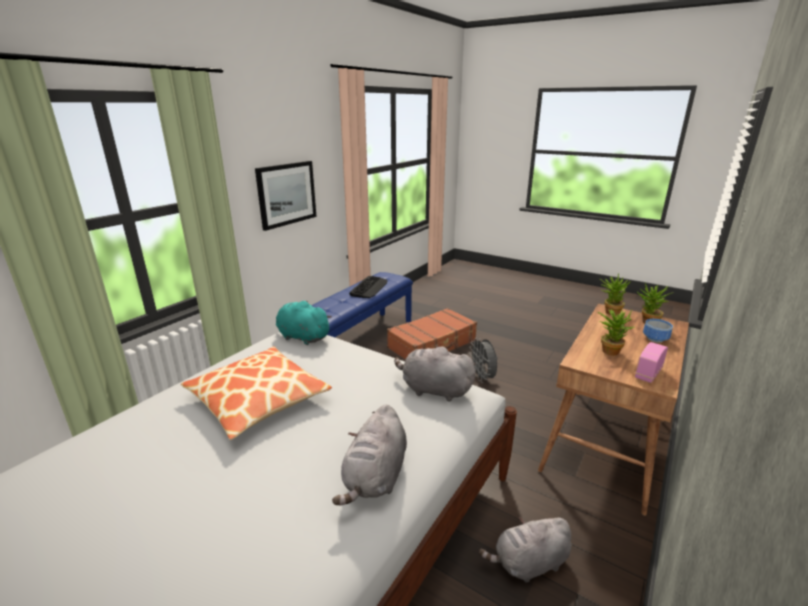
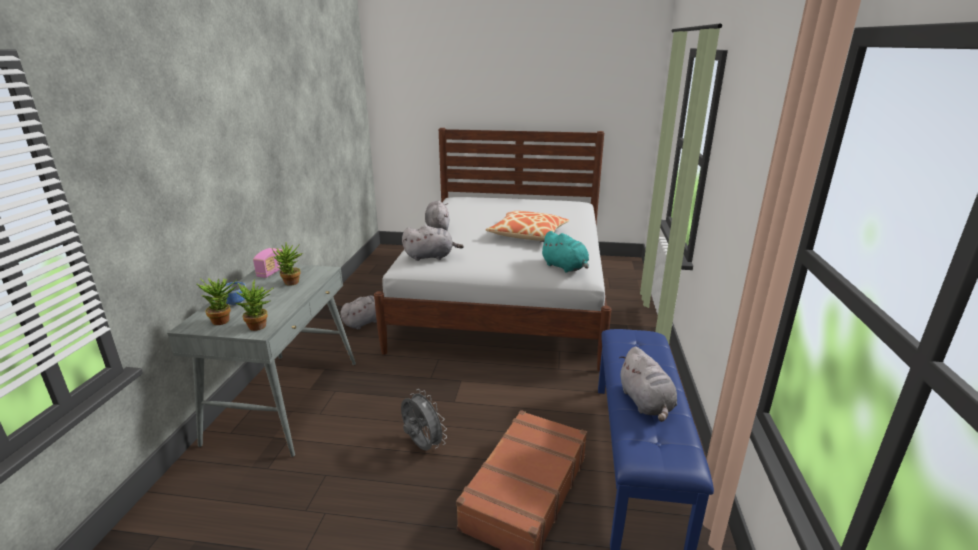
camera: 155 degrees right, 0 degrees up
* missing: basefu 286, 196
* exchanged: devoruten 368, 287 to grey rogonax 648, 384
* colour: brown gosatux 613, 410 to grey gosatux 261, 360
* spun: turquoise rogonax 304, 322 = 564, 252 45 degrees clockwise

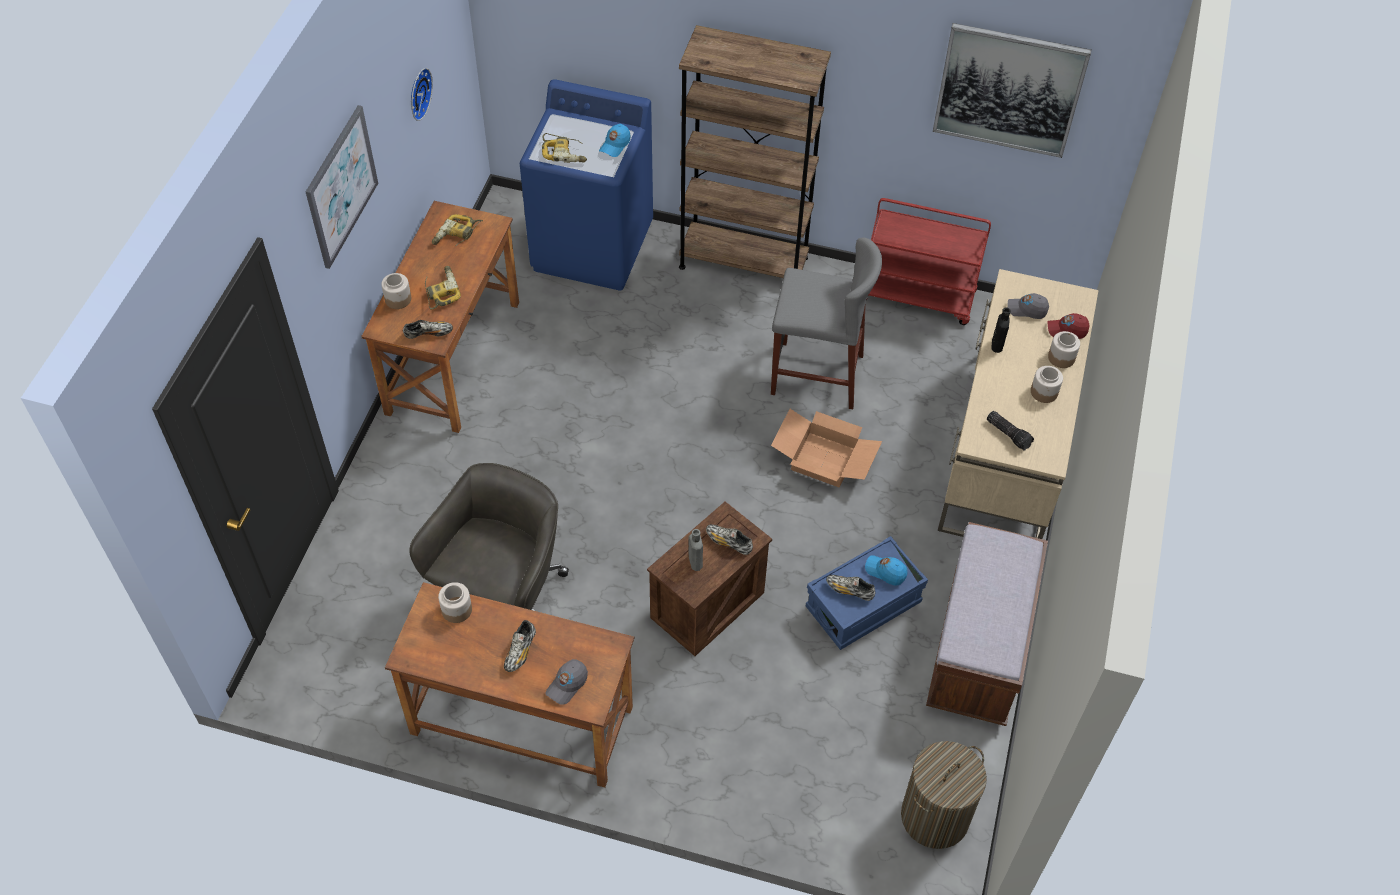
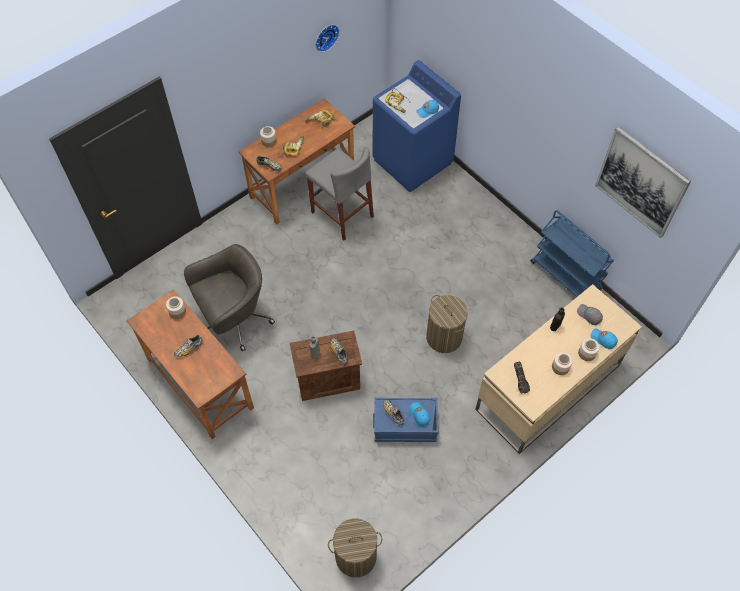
camera: 35 degrees right, 5 degrees up
* missing: basefu 342, 187
* missing: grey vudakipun 567, 682
* missing: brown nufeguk 755, 151
* missing: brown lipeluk 987, 624
* relocated: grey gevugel 826, 323 to 340, 193
* exchanged: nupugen 826, 448 to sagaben 446, 324
* colour: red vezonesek 930, 261 to blue vezonesek 572, 253
* colour: red vudakipun 1069, 326 to blue vudakipun 604, 338

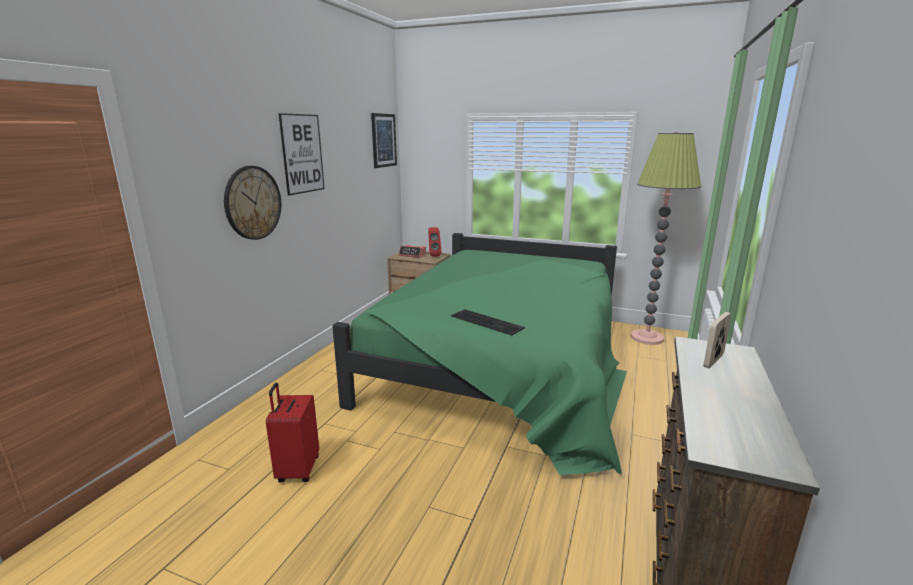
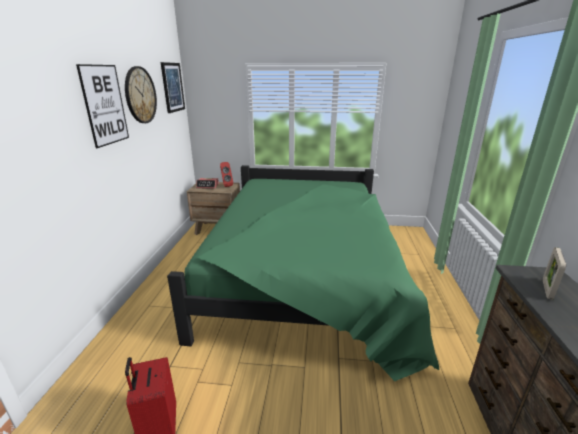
camera: 15 degrees left, 5 degrees up
* missing: devoruten 488, 322
* missing: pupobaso 666, 238
* relocated: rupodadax 252, 203 to 141, 94

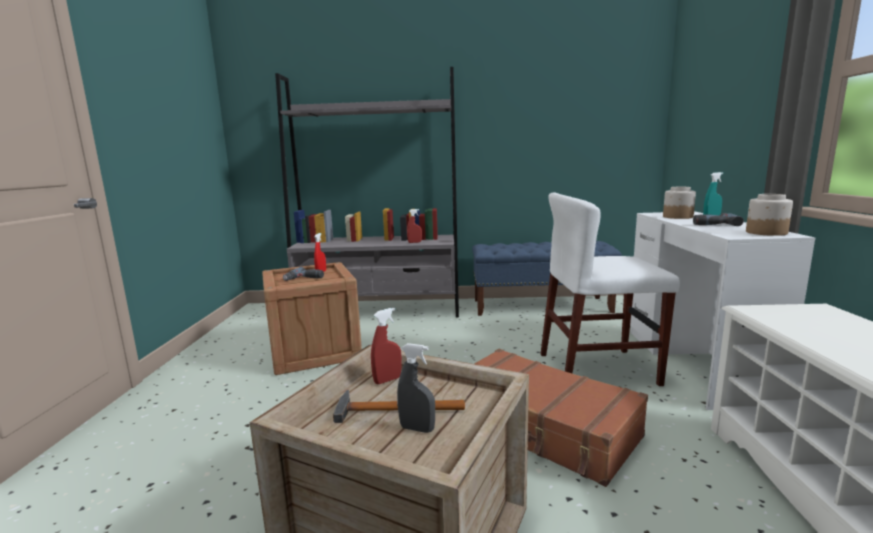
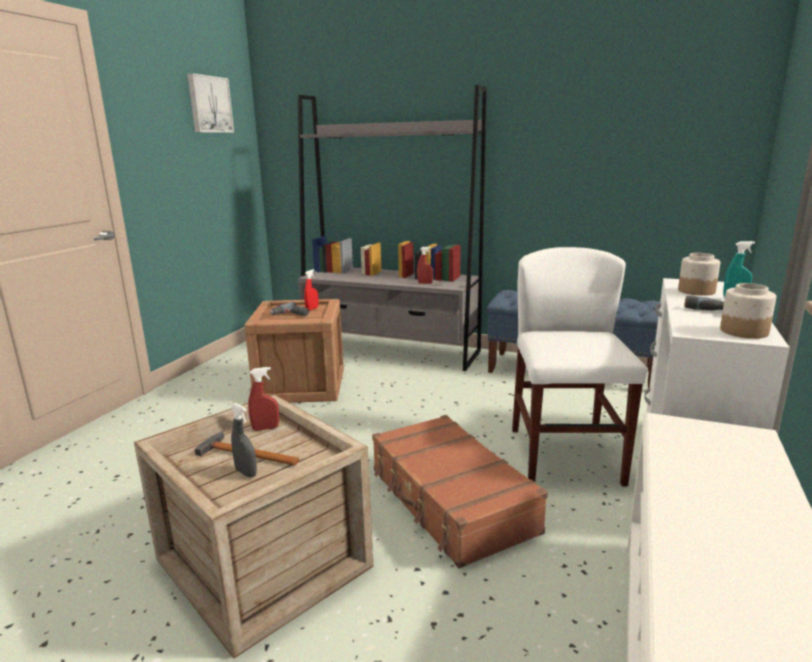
camera: 20 degrees right, 5 degrees up
* appeared: basefu 210, 103
* spun: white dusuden 610, 289 = 579, 366 75 degrees clockwise

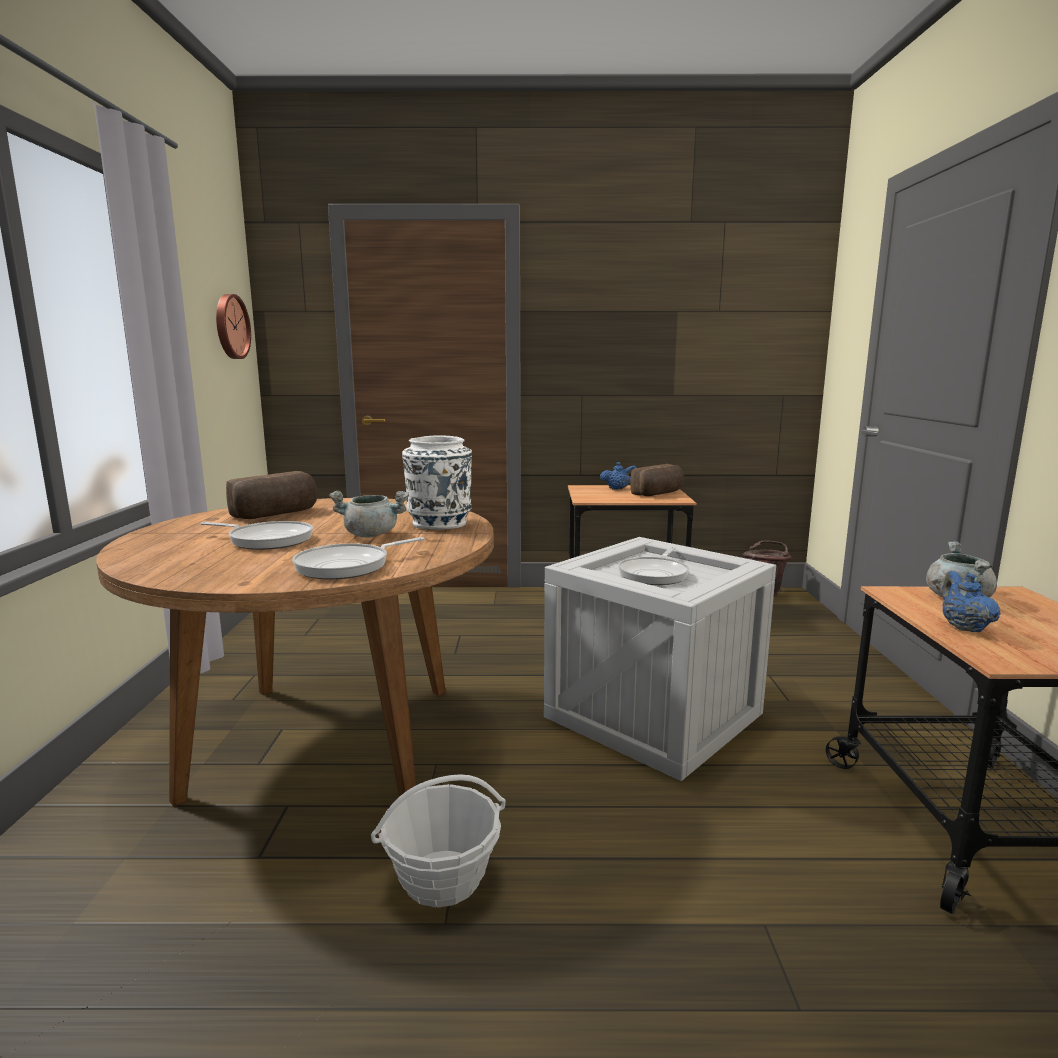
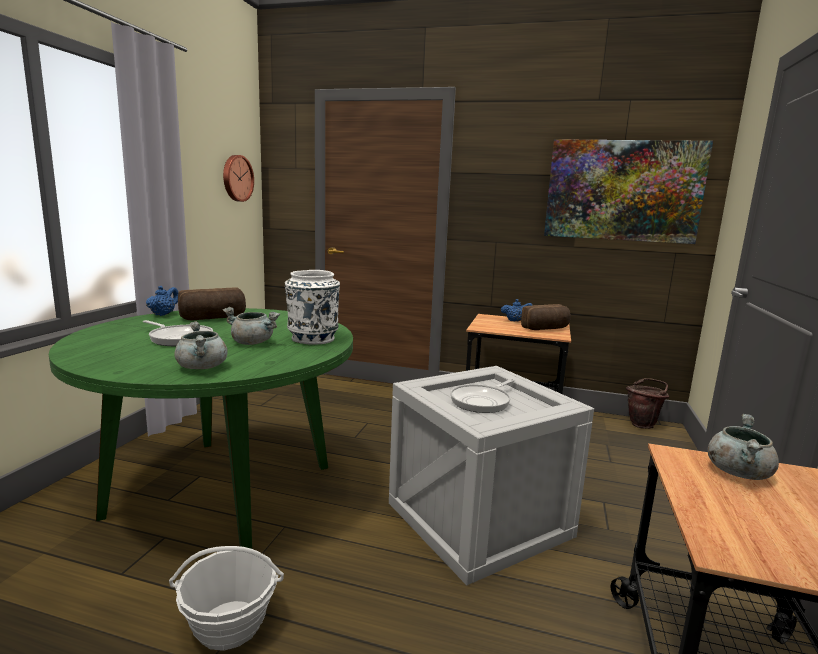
camera: 15 degrees right, 0 degrees up
* appeared: basefu 628, 191
* relocated: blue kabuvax 971, 601 to 162, 301
* exchanged: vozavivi 358, 558 to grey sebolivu 201, 345
* colour: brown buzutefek 295, 652 to green buzutefek 201, 428

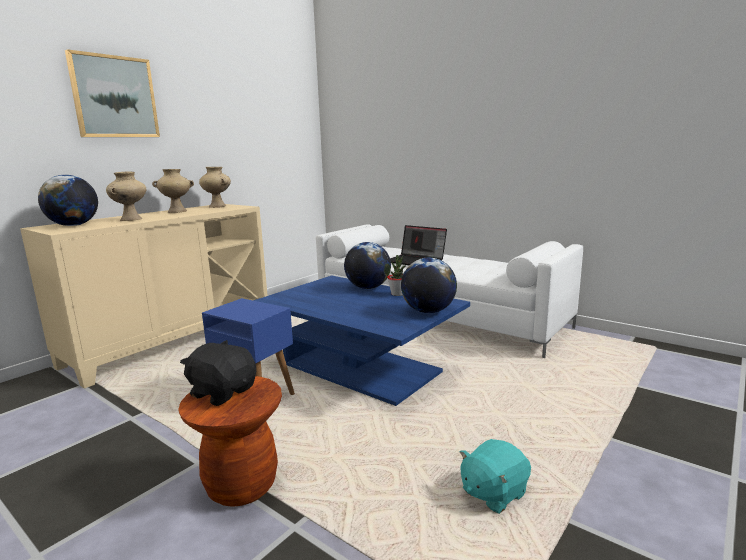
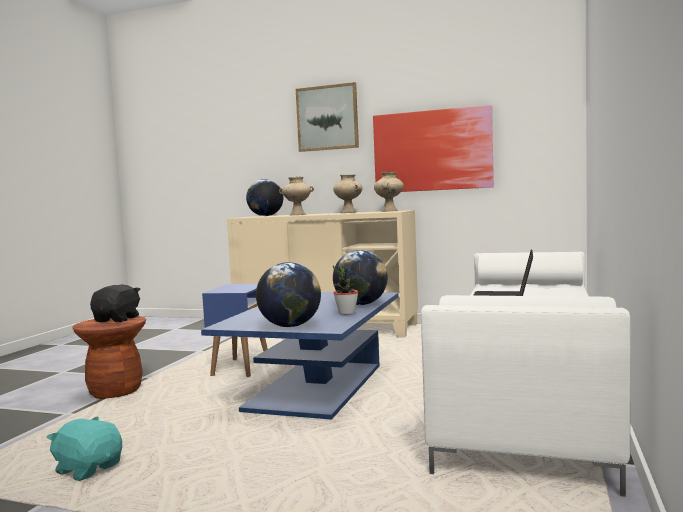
camera: 70 degrees right, 10 degrees down
* appeared: basefu 433, 148

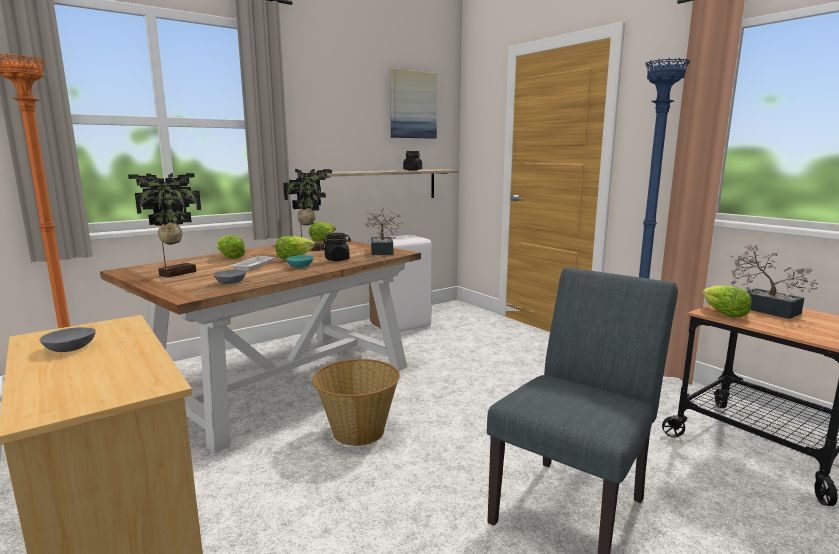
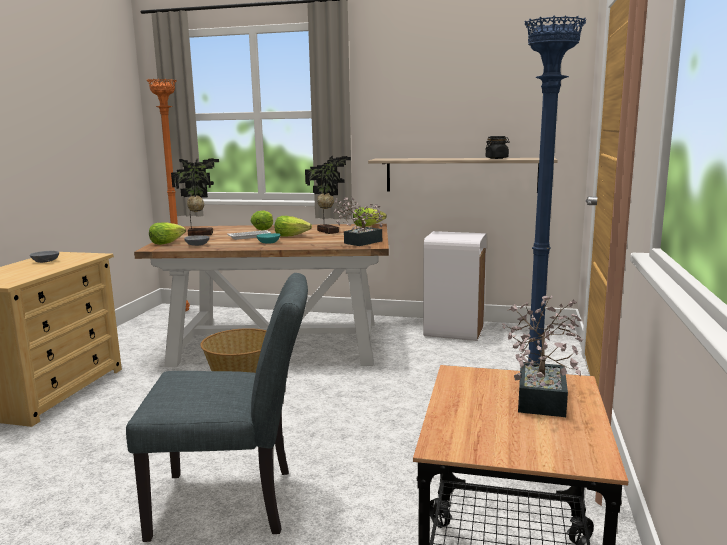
camera: 50 degrees right, 0 degrees up
* missing: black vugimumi 336, 247
* missing: basefu 413, 103
* relocated: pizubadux 727, 301 to 167, 233

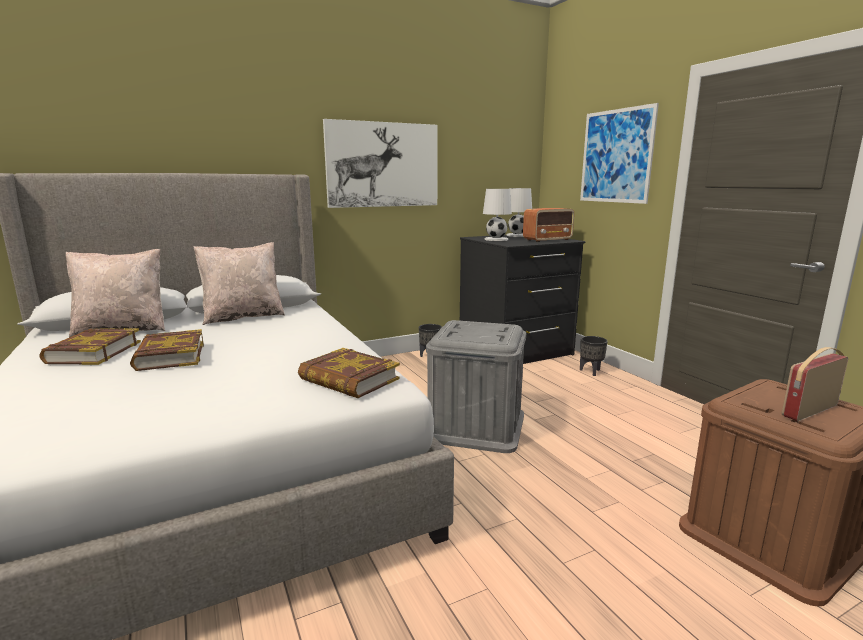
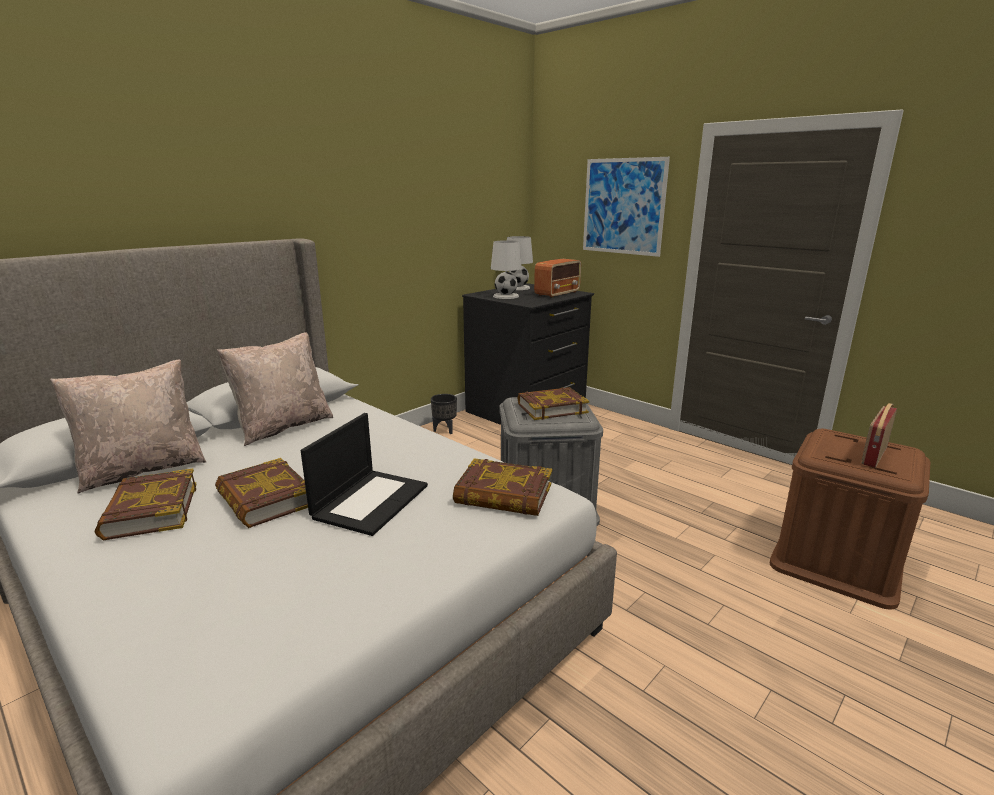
camera: 20 degrees left, 5 degrees up
* missing: basefu 380, 163
* missing: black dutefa 594, 356
* appeared: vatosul 364, 474
* appeared: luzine 553, 403

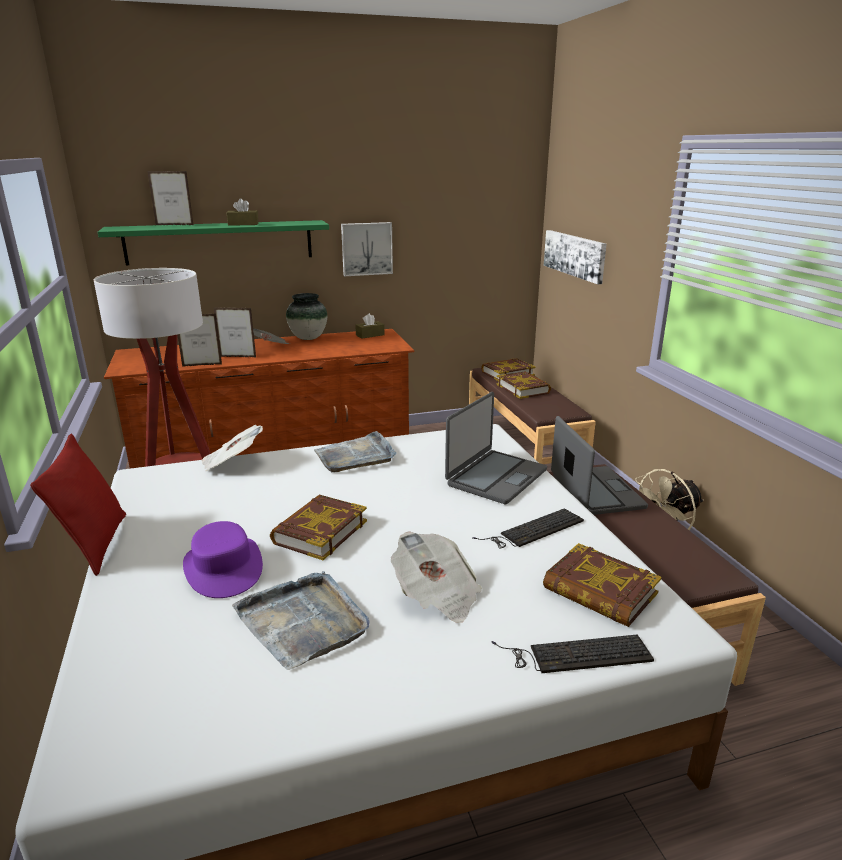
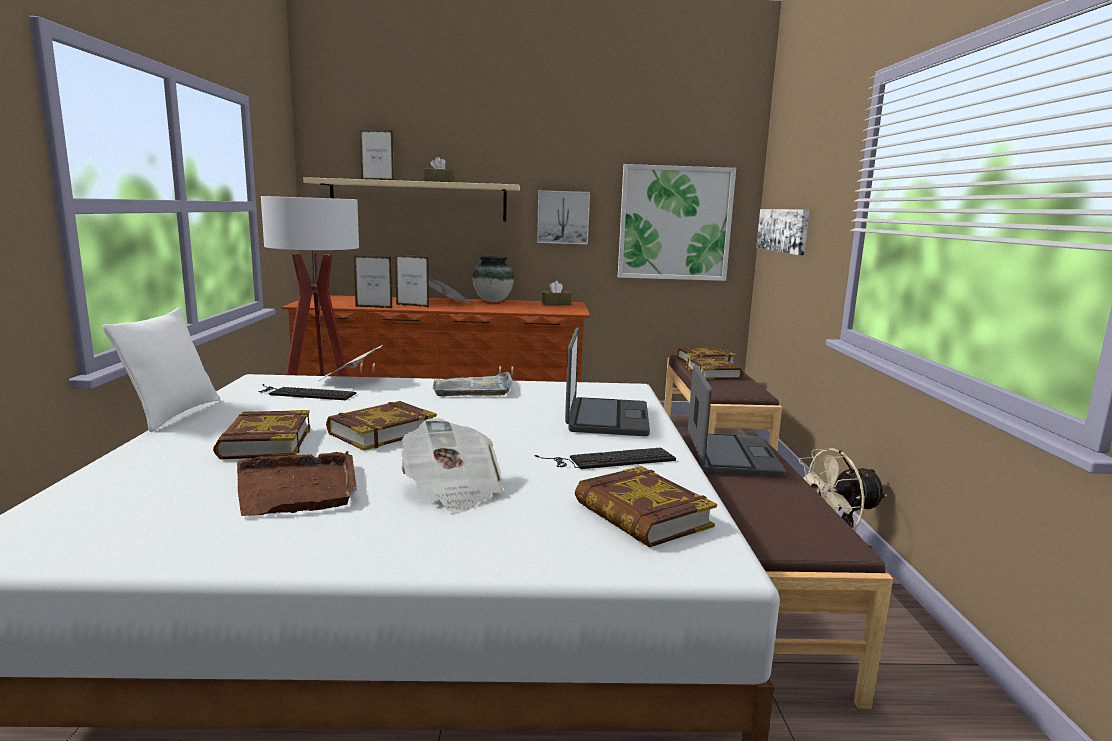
camera: 15 degrees right, 10 degrees down
* appeared: basefu 677, 222
* relocated: devoruten 573, 653 to 307, 392
* exchanged: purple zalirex 223, 559 to luzine 261, 434
* colour: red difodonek 78, 504 to white difodonek 161, 370
* colour: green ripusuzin 213, 242 to beige ripusuzin 411, 199
* colour: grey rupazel 300, 620 to brown rupazel 297, 483
* spun: vatosul 496, 448 = 607, 381 45 degrees counterclockwise

